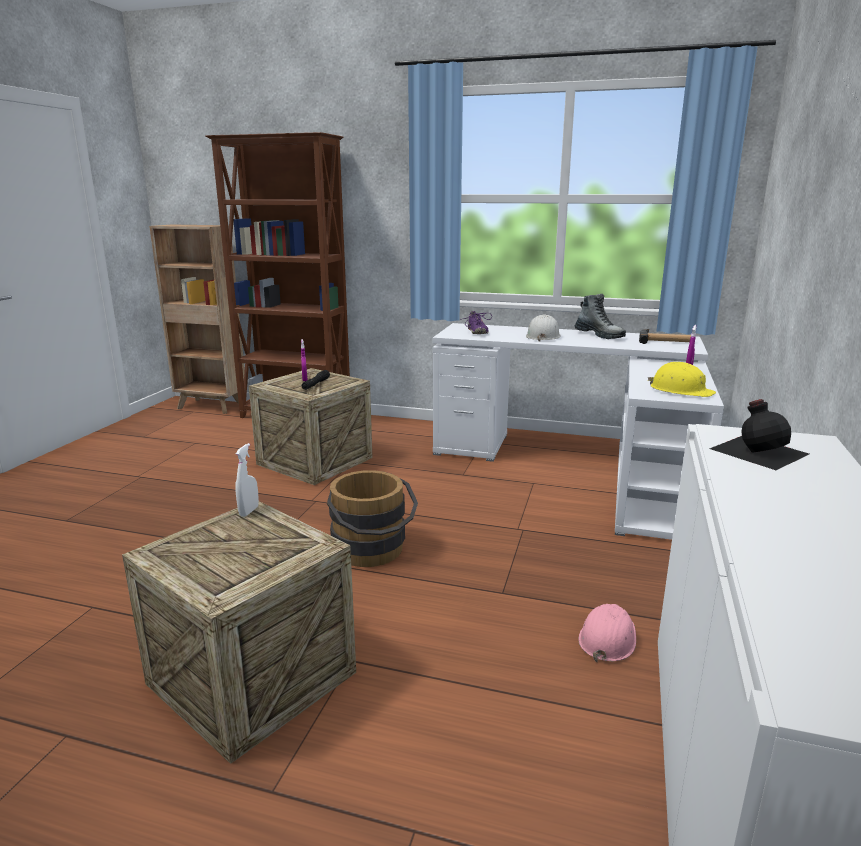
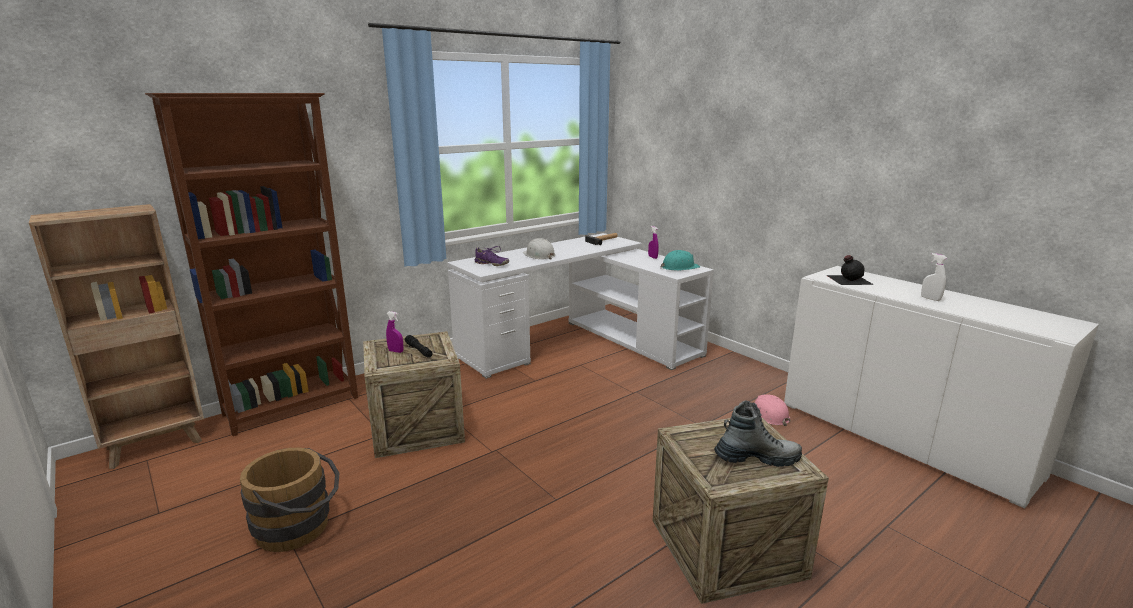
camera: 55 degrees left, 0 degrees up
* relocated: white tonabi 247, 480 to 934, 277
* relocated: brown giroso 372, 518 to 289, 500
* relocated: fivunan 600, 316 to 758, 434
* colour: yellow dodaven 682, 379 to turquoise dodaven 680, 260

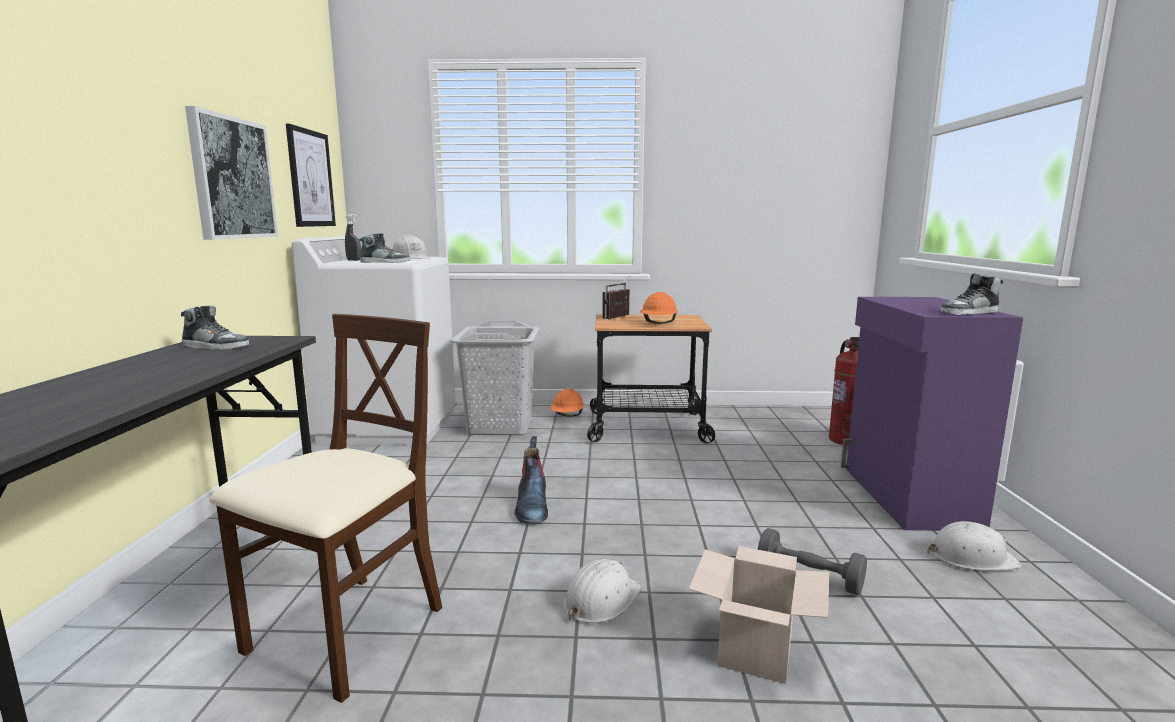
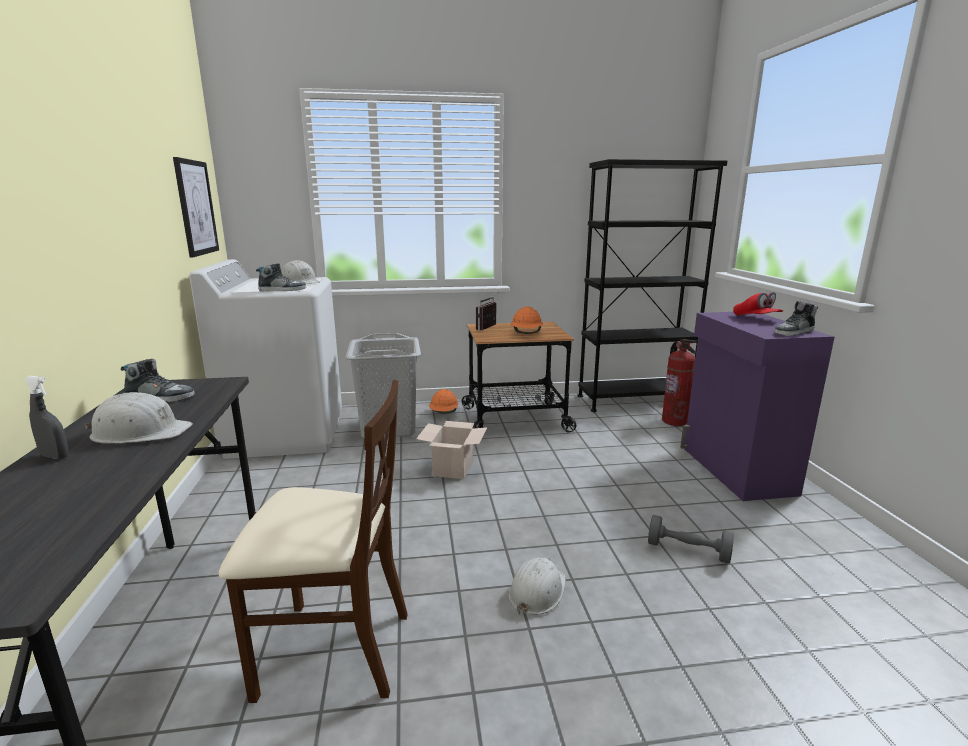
camera: 10 degrees left, 5 degrees up
* missing: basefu 231, 173
* missing: fivunan 531, 479
* appeared: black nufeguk 652, 285
* appeared: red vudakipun 758, 303
* relocated: grey tonabi 353, 237 to 46, 417
* relocated: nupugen 759, 615 to 451, 450
* relocated: white dodaven 975, 546 to 139, 418
* spun: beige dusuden 325, 508 = 313, 541 75 degrees clockwise

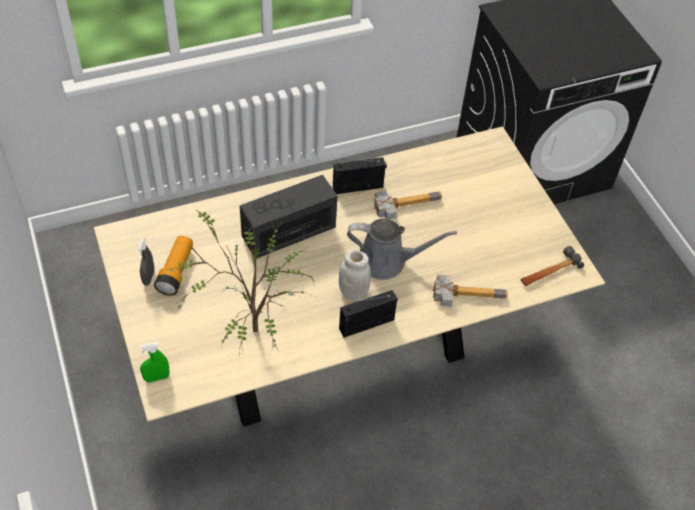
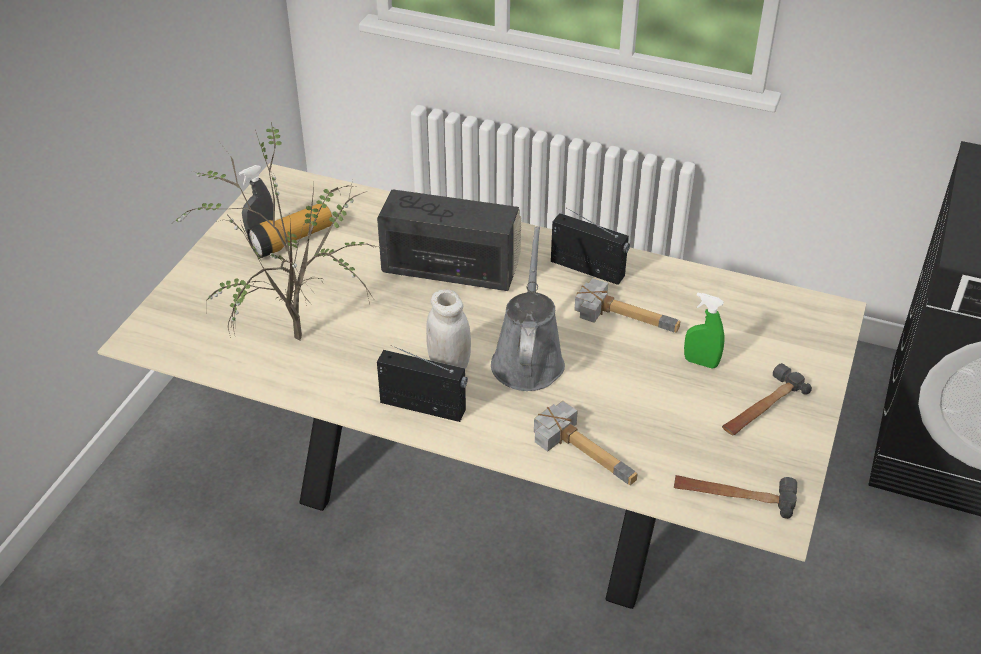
camera: 45 degrees right, 10 degrees down
* appeared: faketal 767, 399
* relocated: green tonabi 154, 362 to 704, 330
* spun: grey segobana 402, 249 = 528, 308 135 degrees counterclockwise

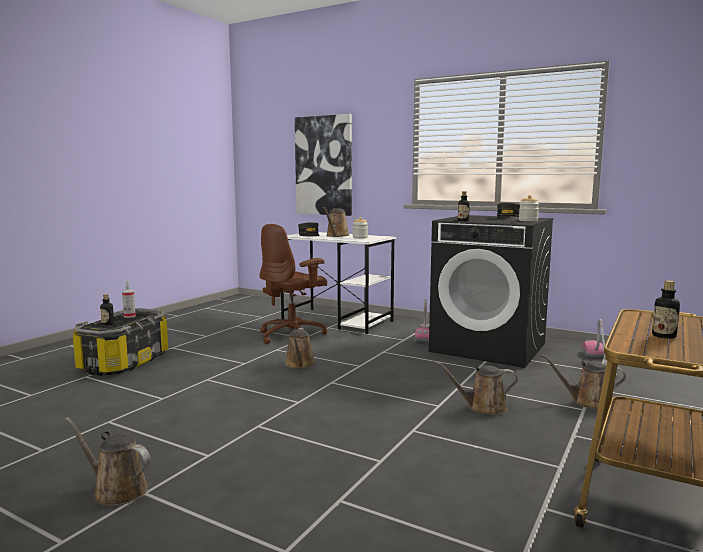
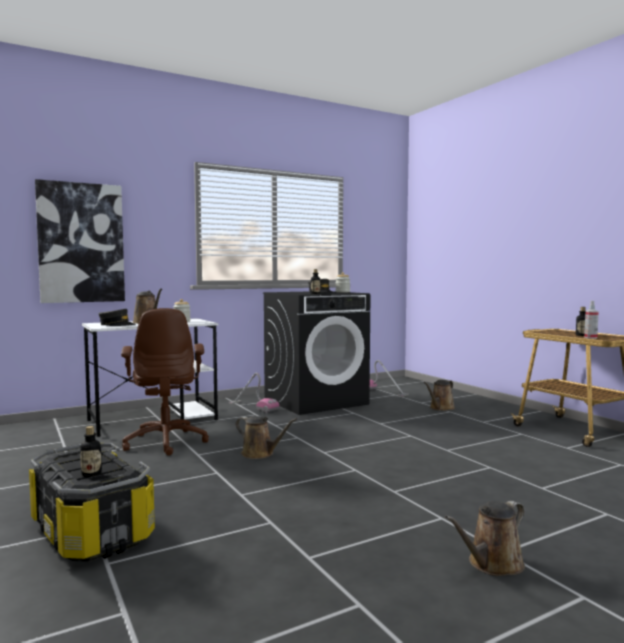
camera: 60 degrees left, 5 degrees down
* missing: brown segobana 477, 388
* relocated: tonabi 129, 299 to 591, 320

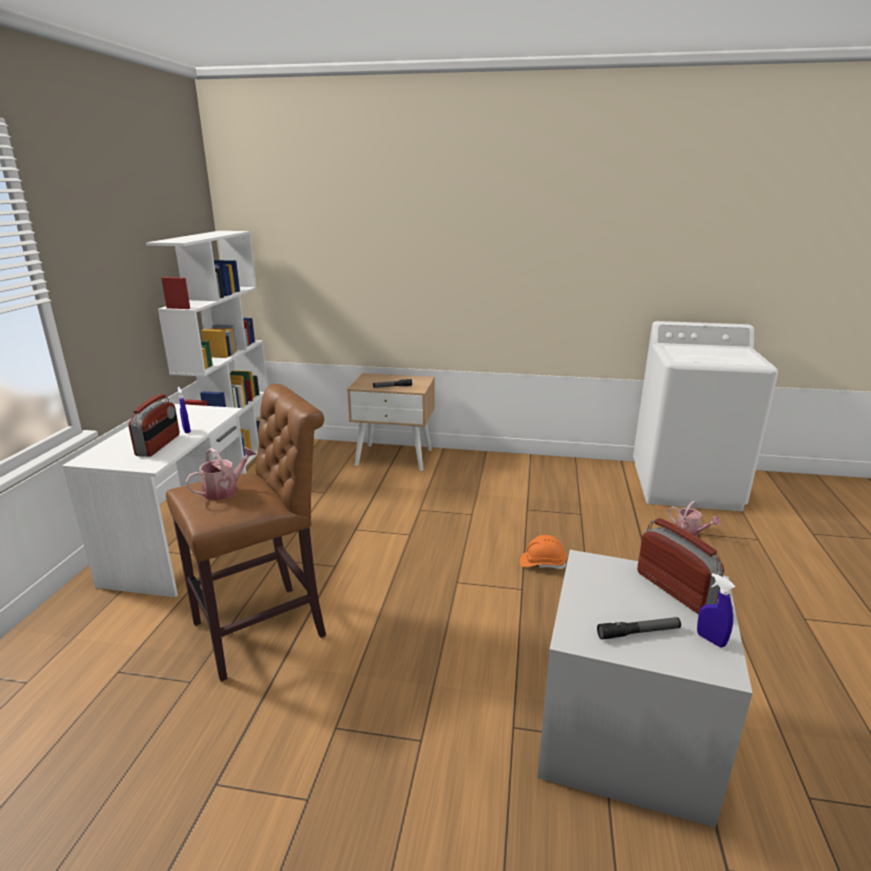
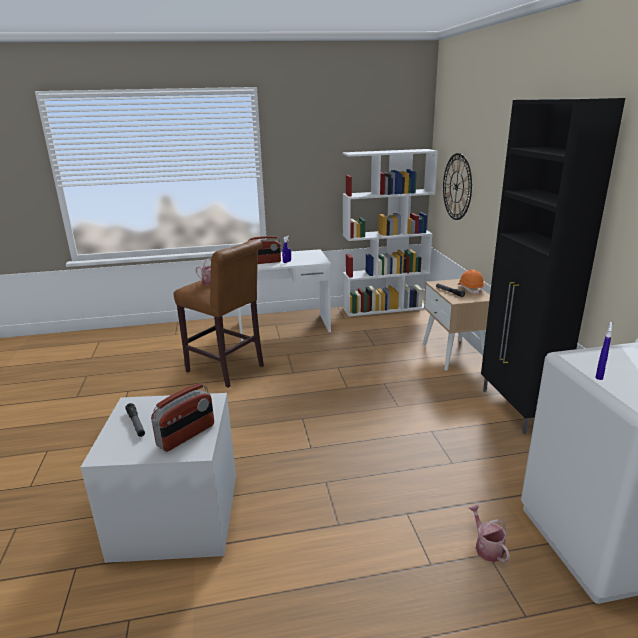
camera: 70 degrees right, 0 degrees up
* appeared: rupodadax 457, 186
* appeared: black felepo 553, 266
* relocated: orange dodaven 543, 552 to 471, 281
* relocated: blue tonabi 716, 610 to 604, 351
* spun: segobana 694, 518 = 489, 533 135 degrees clockwise

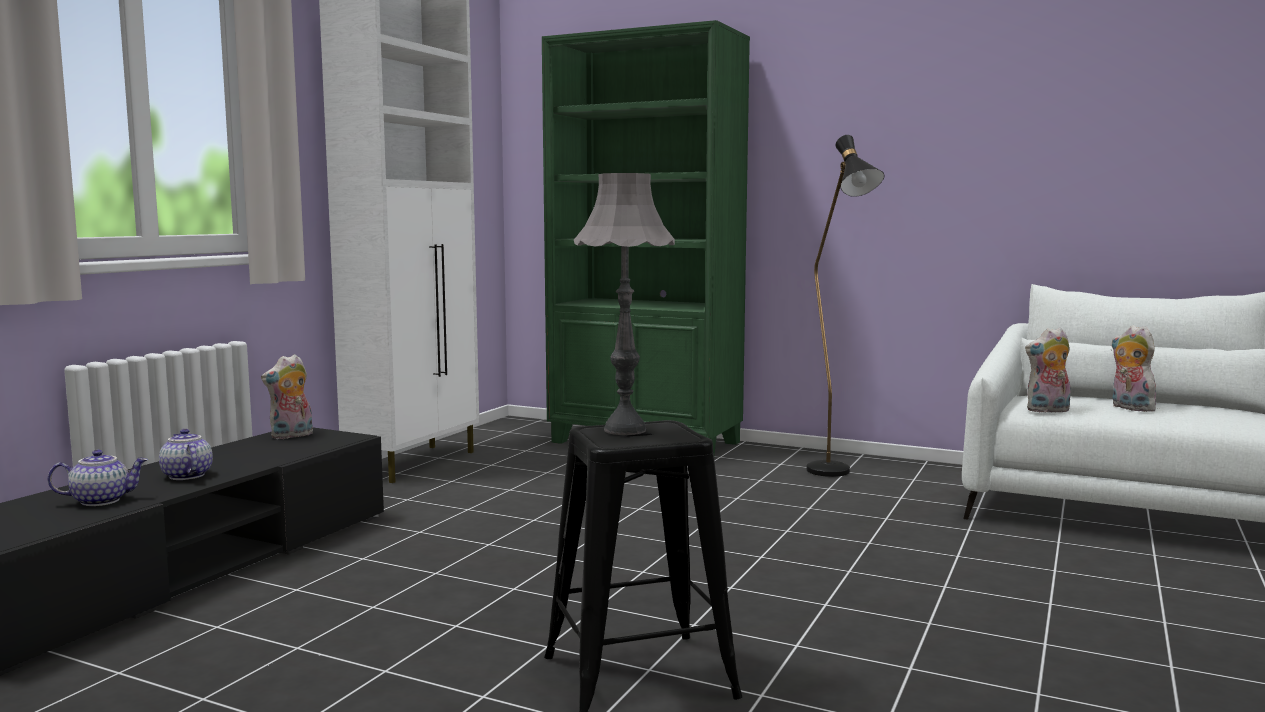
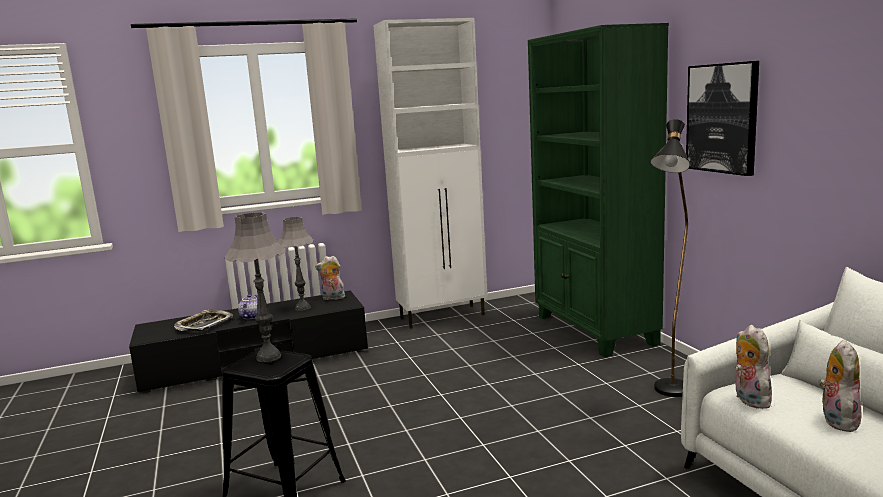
camera: 45 degrees right, 5 degrees up
* appeared: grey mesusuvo 296, 264
* appeared: basefu 722, 118
* exchanged: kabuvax 97, 478 to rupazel 203, 320
* spun: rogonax 1048, 370 = 753, 367 45 degrees clockwise

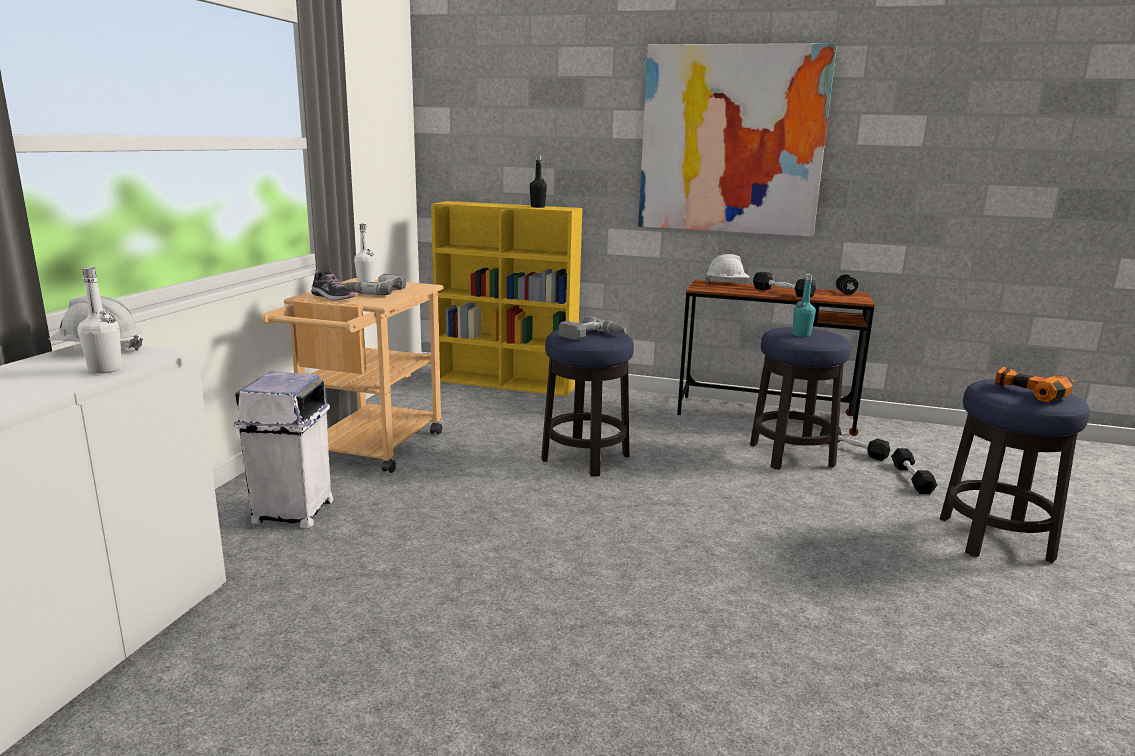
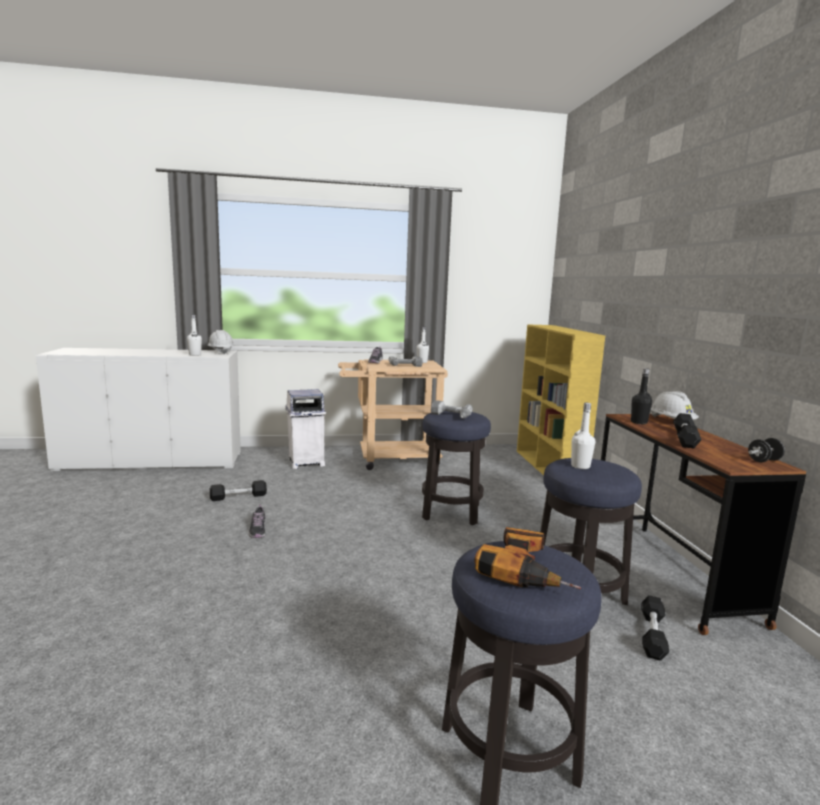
camera: 65 degrees right, 5 degrees down
* missing: basefu 737, 140
* appeared: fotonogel 257, 521
* relocated: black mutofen 538, 182 to 641, 396
* relocated: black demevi 914, 471 to 238, 490
* colour: turquoise mutofen 804, 305 to white mutofen 583, 436

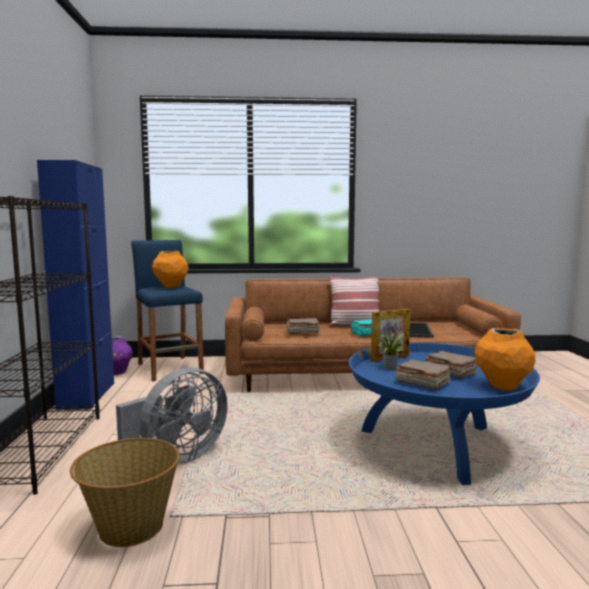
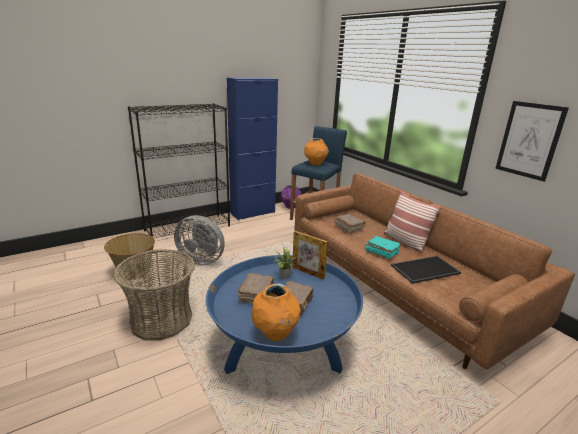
camera: 60 degrees right, 15 degrees up
* appeared: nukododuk 154, 295
* appeared: basefu 532, 141

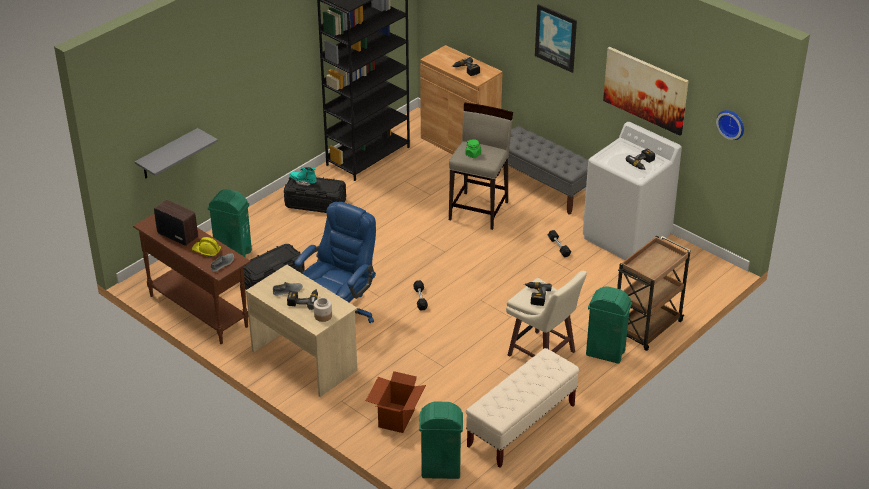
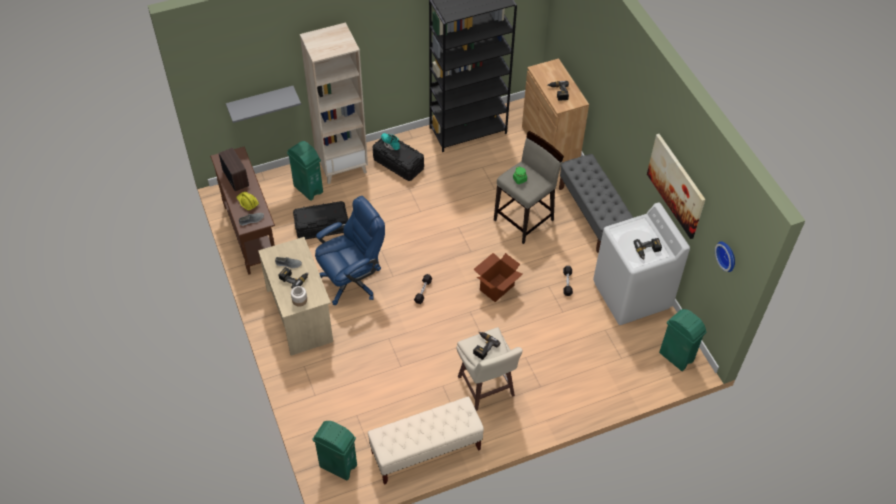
camera: 25 degrees right, 15 degrees up
* missing: basefu 556, 38
* missing: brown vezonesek 654, 293
* appeared: beige nufeguk 334, 103
* relocated: nupugen 396, 402 to 498, 277
* relocated: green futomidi 609, 325 to 683, 340

